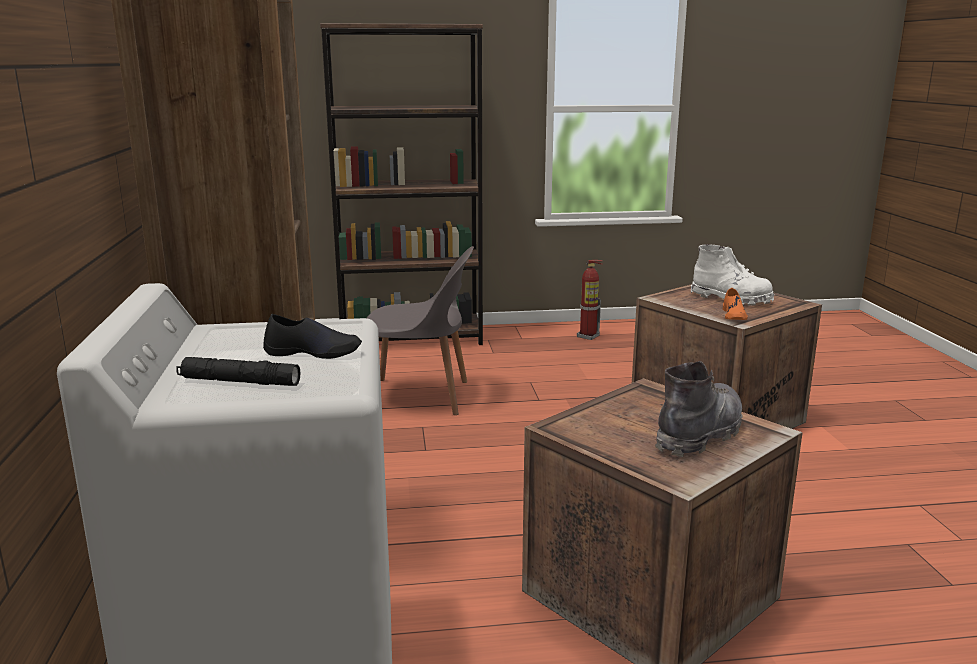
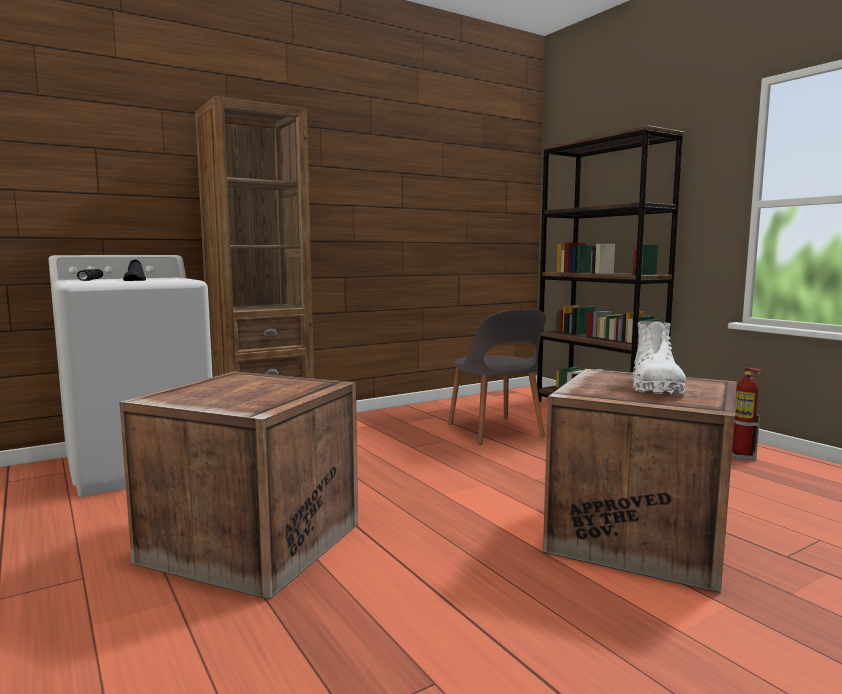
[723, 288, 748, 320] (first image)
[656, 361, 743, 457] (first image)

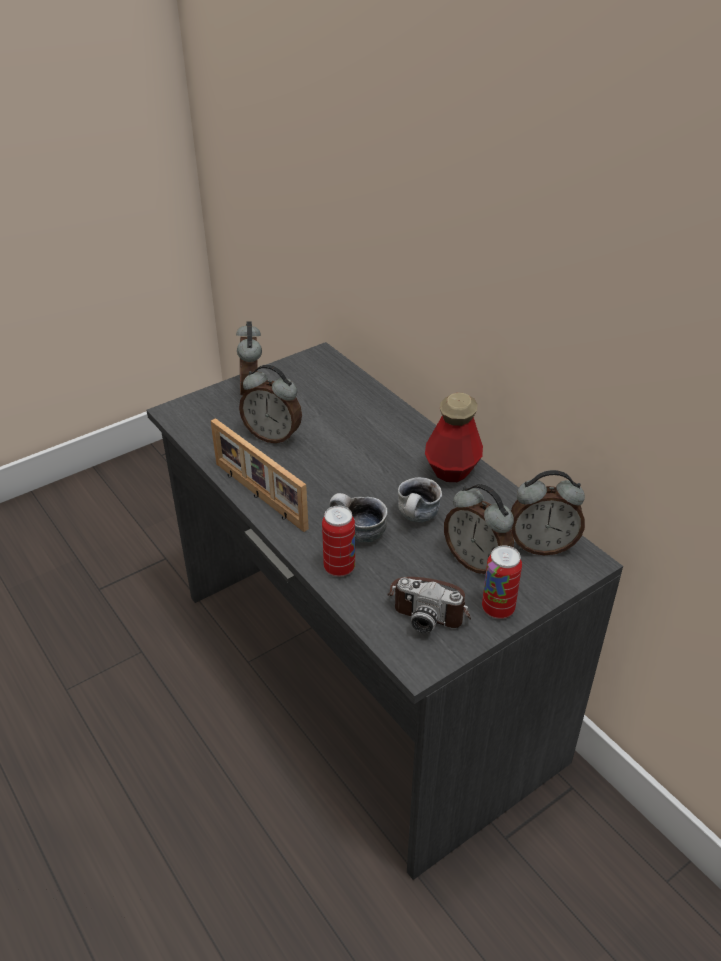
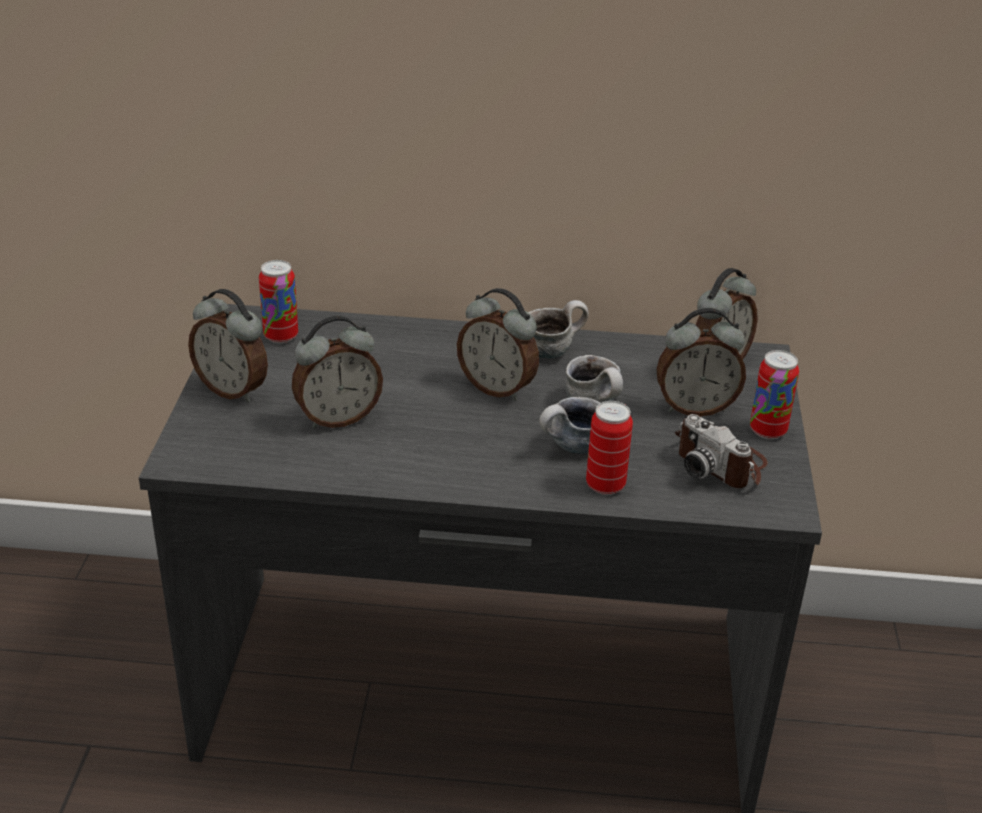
[528, 300, 589, 358]
[211, 418, 309, 532] (first image)
[675, 414, 768, 488]
[259, 260, 298, 344]
[457, 288, 539, 401]

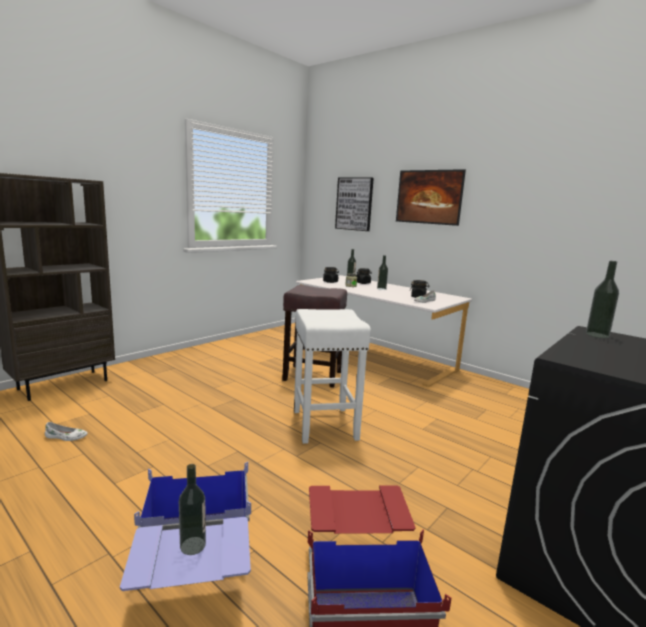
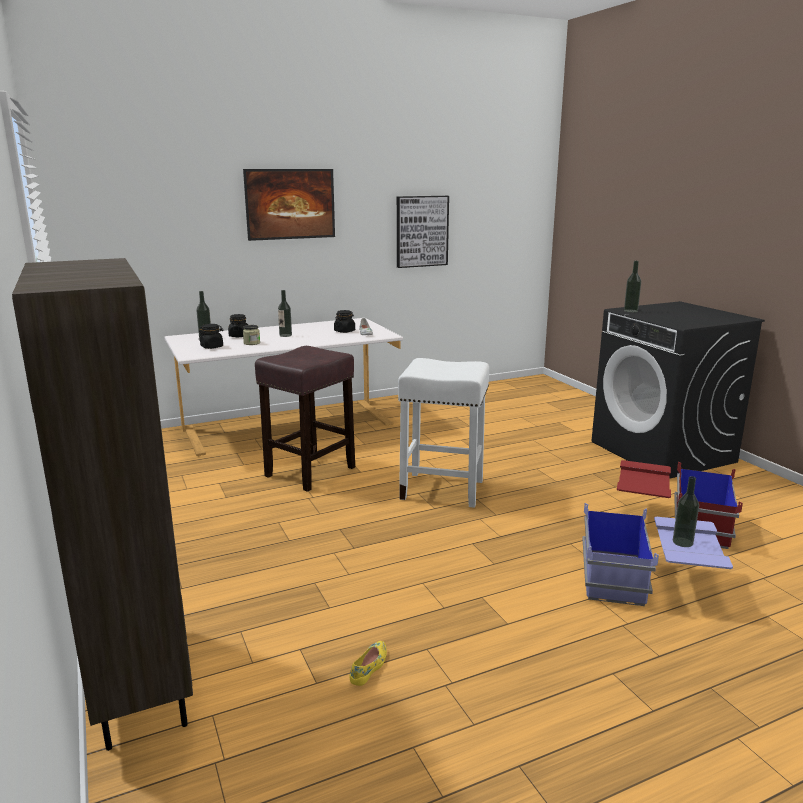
[397, 196, 449, 268]
[350, 641, 387, 686]

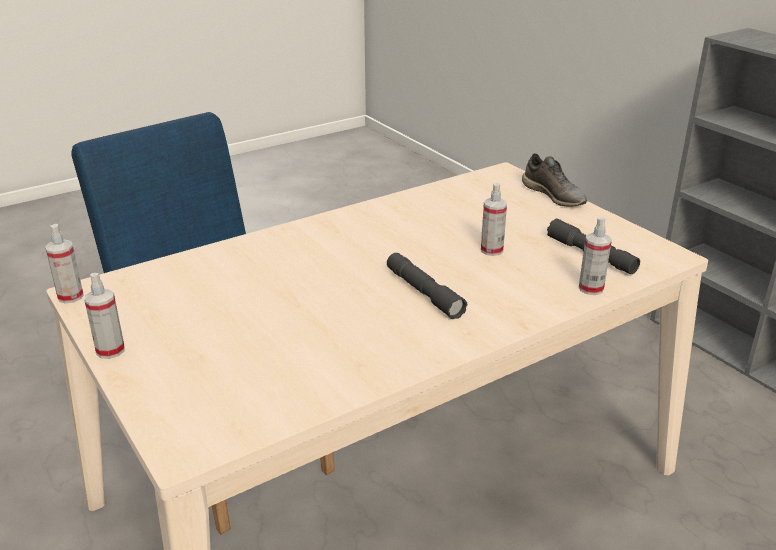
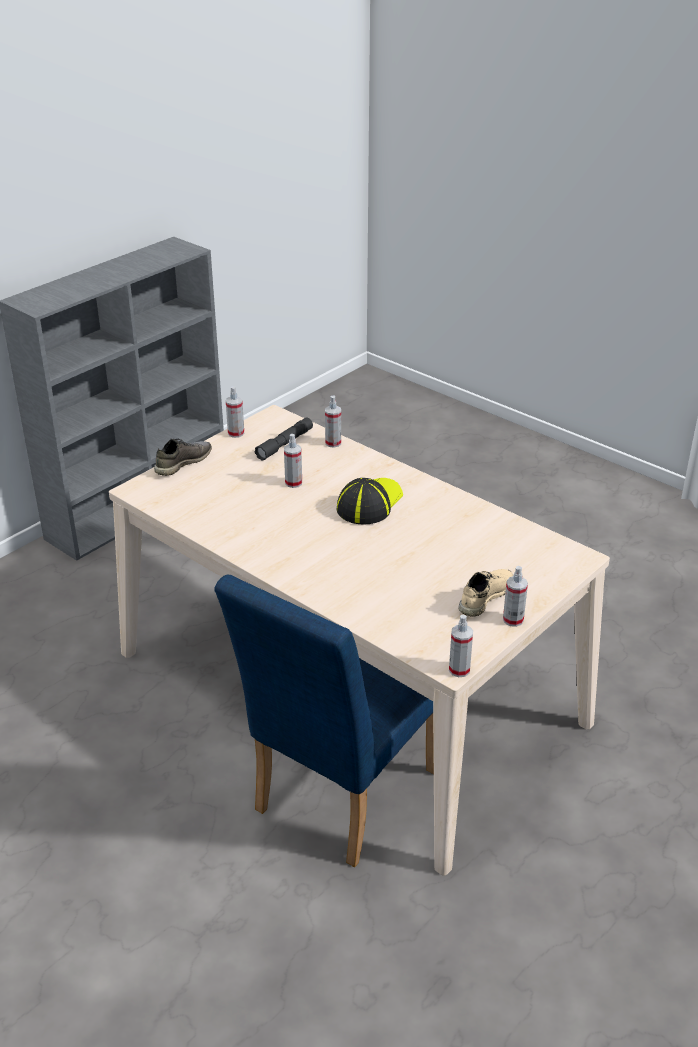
[337, 478, 403, 524]
[226, 386, 244, 438]
[459, 569, 513, 617]

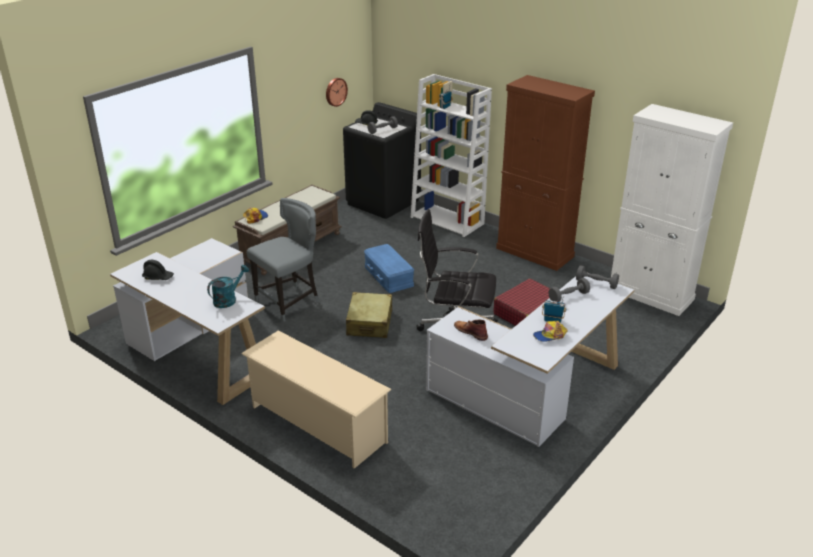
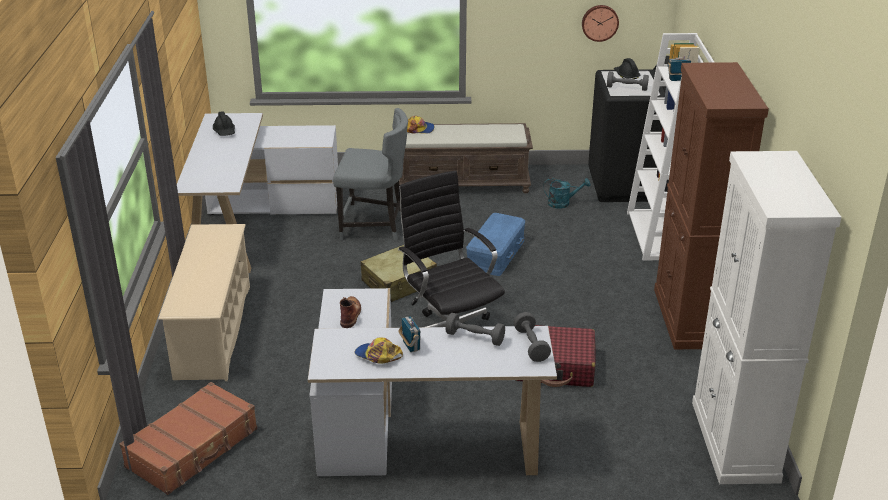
[543, 178, 591, 209]
[120, 382, 257, 495]

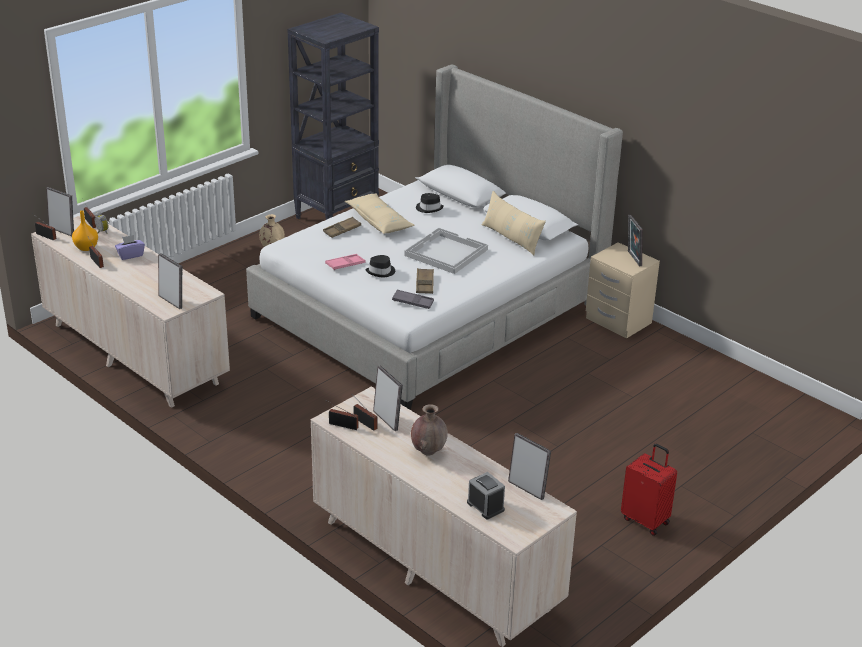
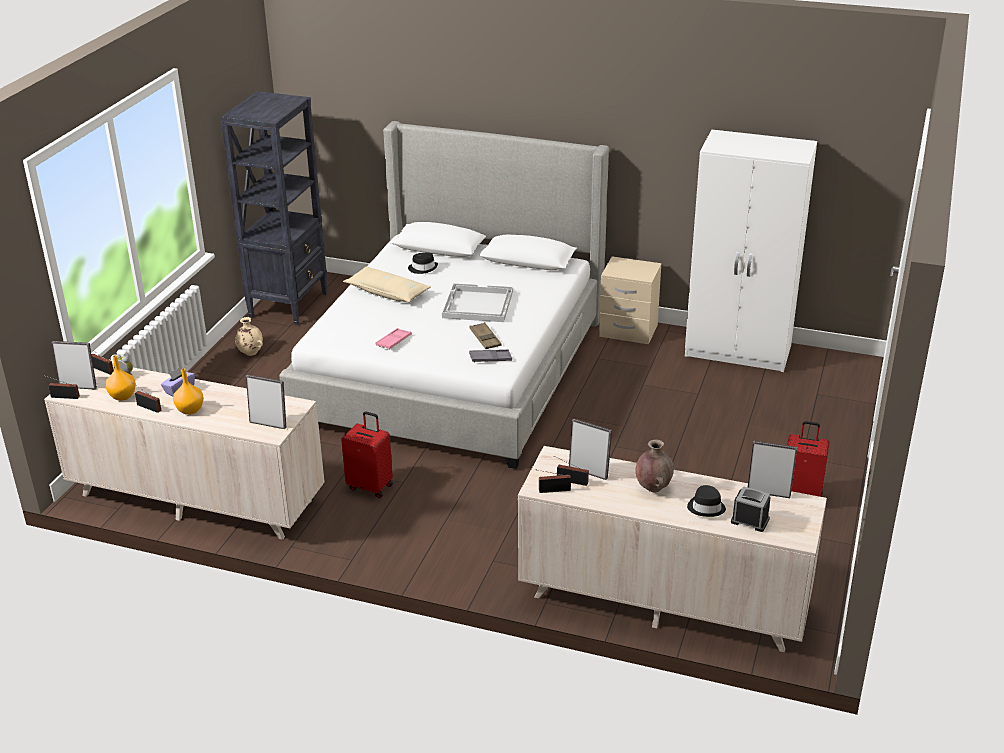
[482, 191, 546, 255] (first image)
[628, 215, 643, 267] (first image)
[323, 217, 361, 238] (first image)
[687, 485, 726, 517]
[685, 129, 817, 372]
[173, 369, 204, 415]
[341, 411, 393, 498]

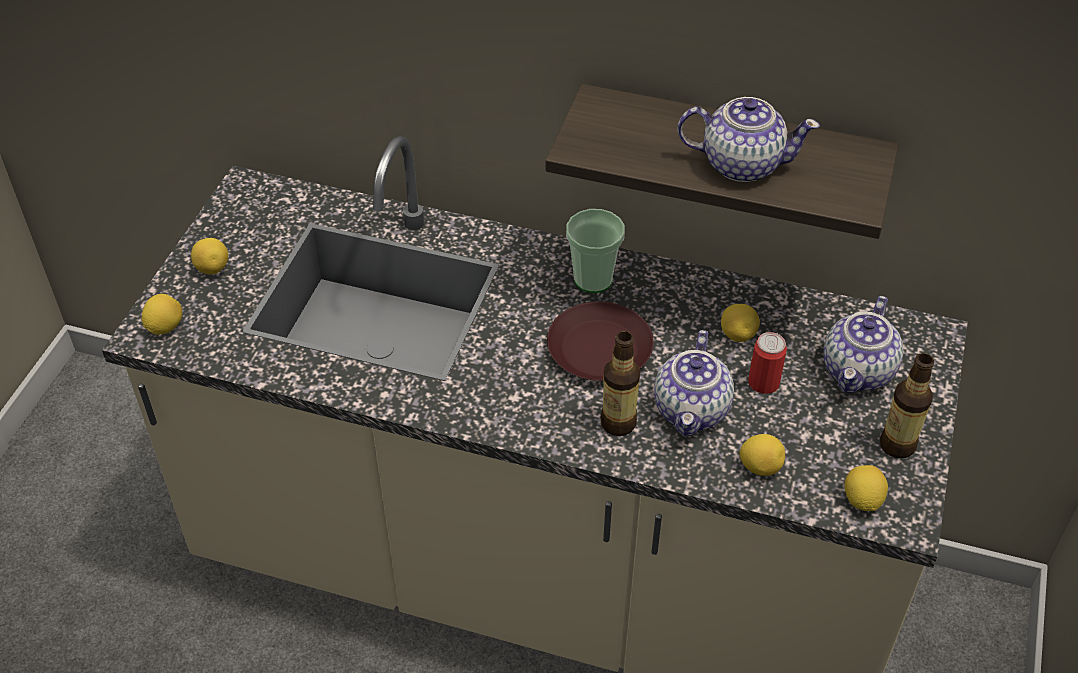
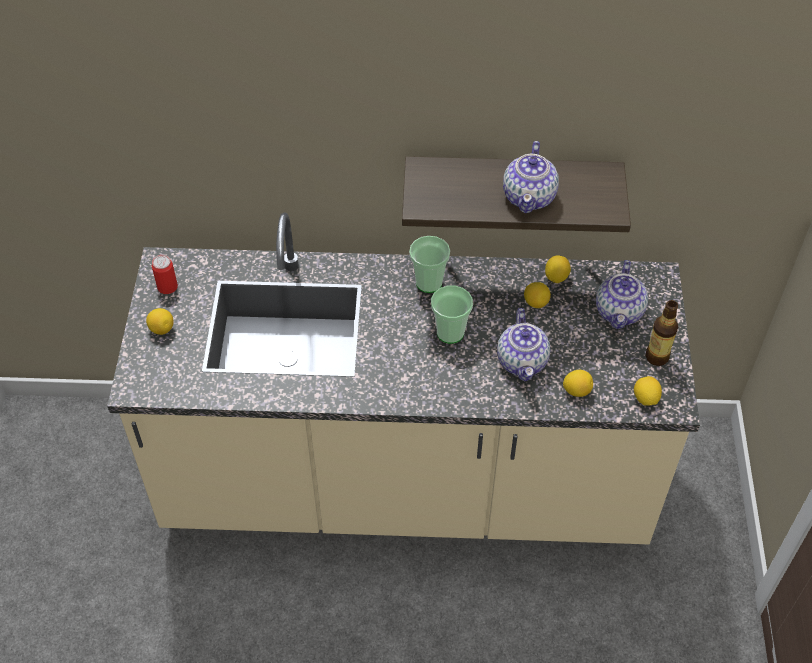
[503, 141, 559, 213]
[545, 255, 571, 283]
[431, 285, 473, 344]
[601, 331, 640, 436] (first image)
[152, 255, 178, 294]

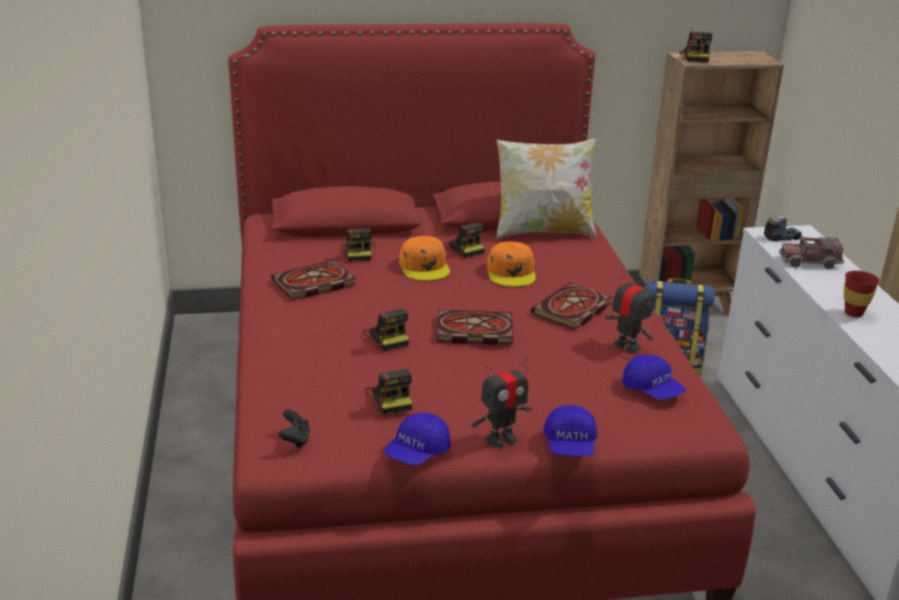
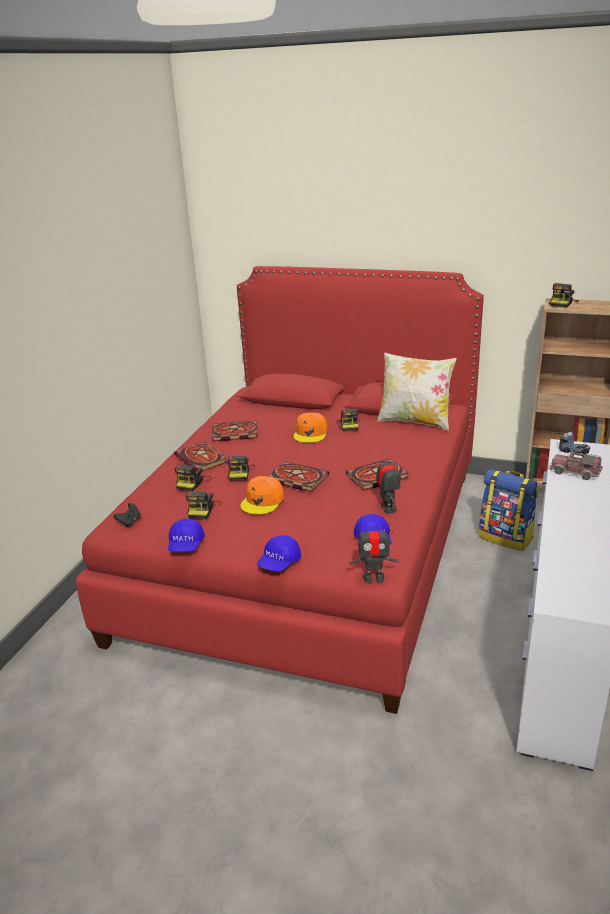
[175, 465, 211, 492]
[241, 476, 284, 515]
[844, 270, 880, 317] (first image)
[349, 523, 399, 584]
[168, 519, 205, 552]
[174, 441, 227, 471]

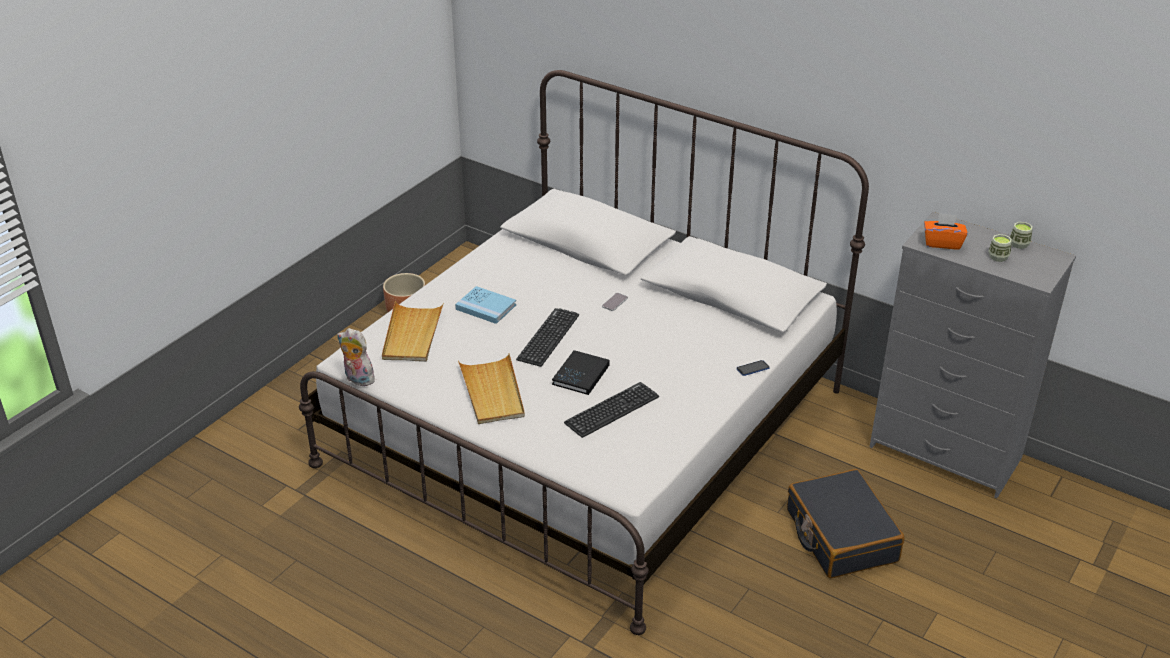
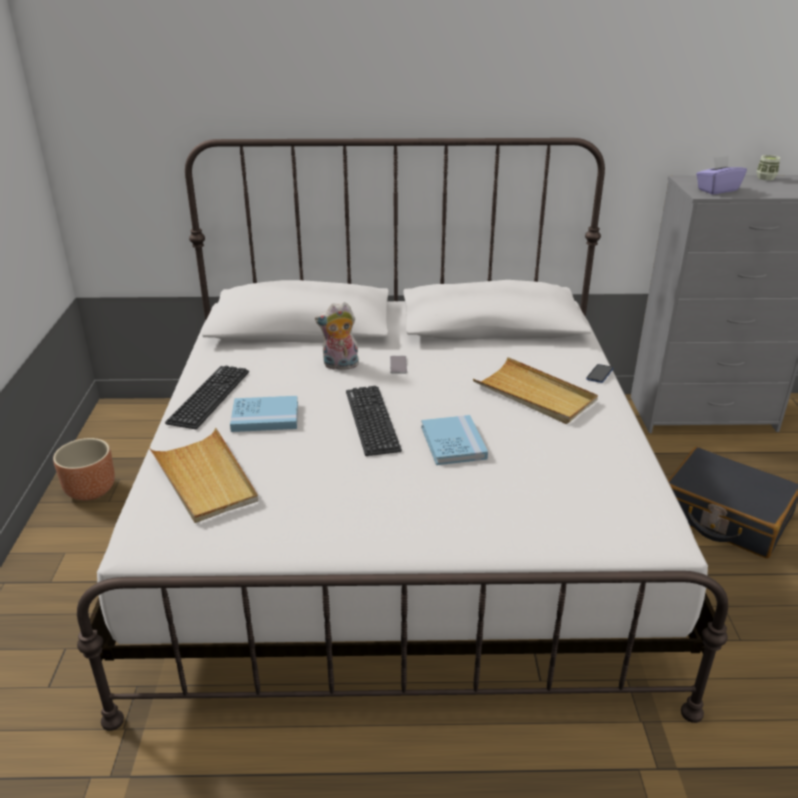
[696, 155, 747, 194]
[988, 234, 1012, 262] (first image)
[315, 302, 359, 370]
[421, 415, 488, 465]
[473, 357, 598, 424]
[165, 366, 249, 429]

